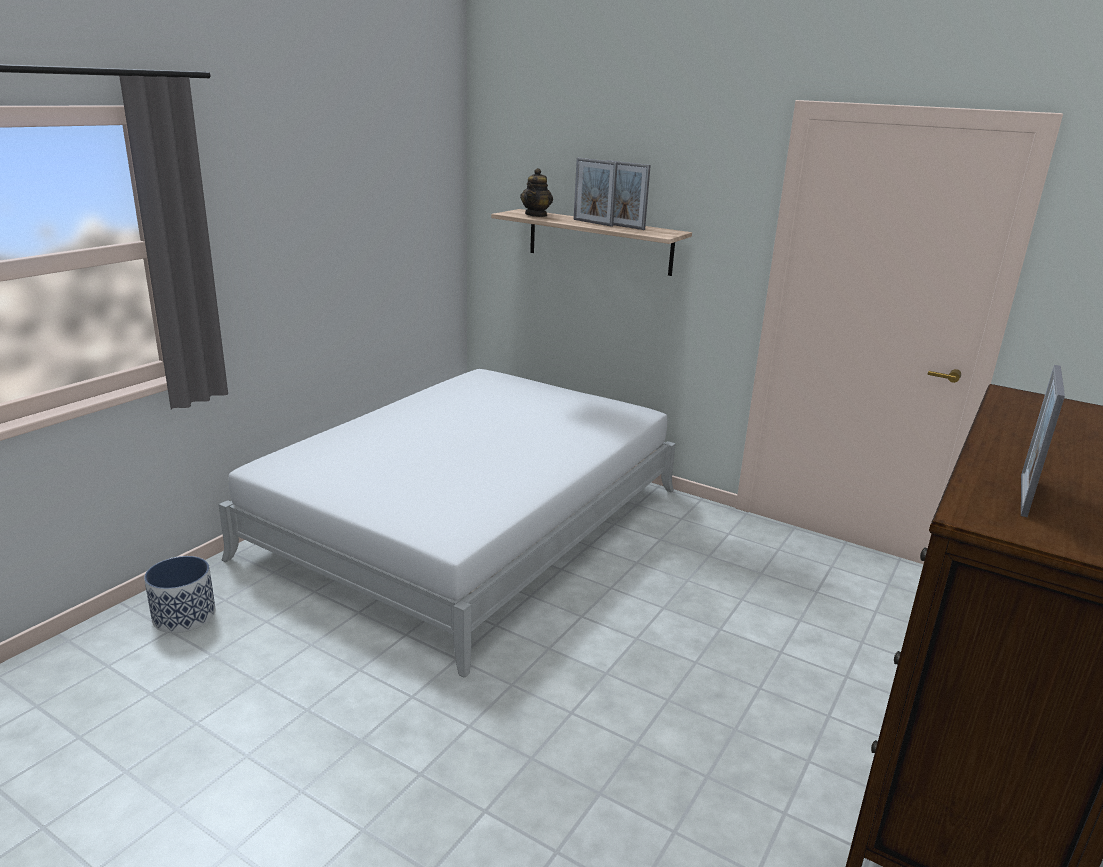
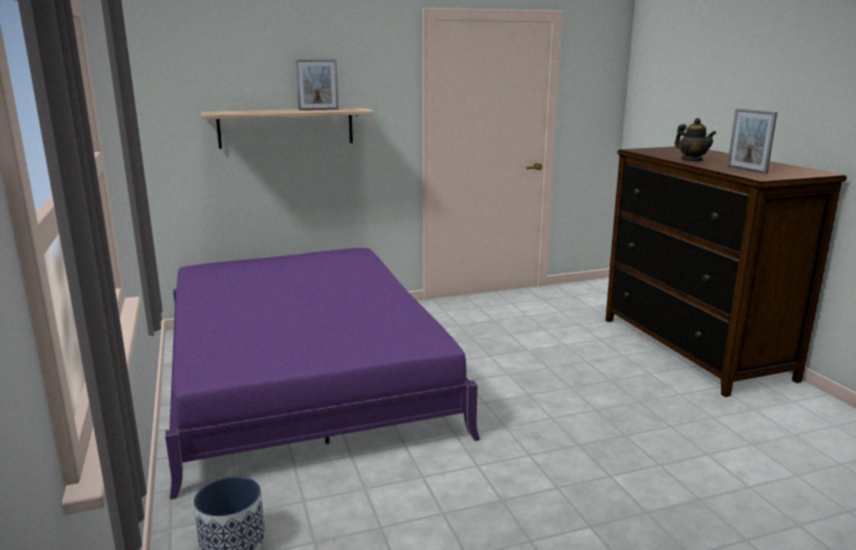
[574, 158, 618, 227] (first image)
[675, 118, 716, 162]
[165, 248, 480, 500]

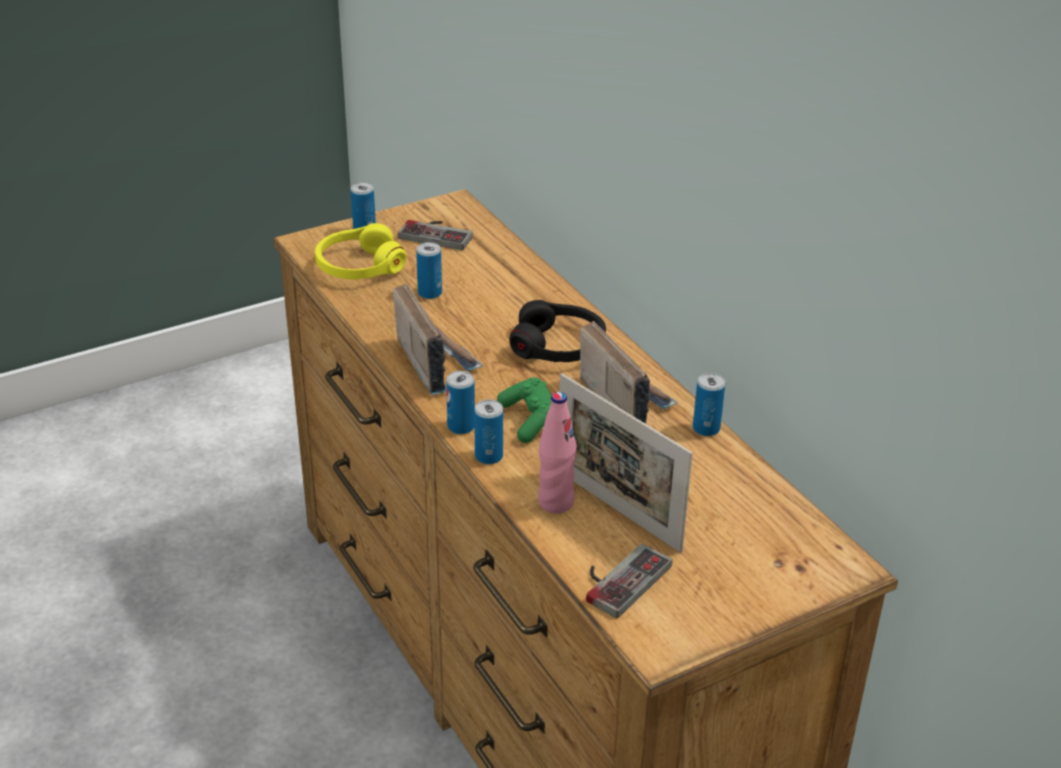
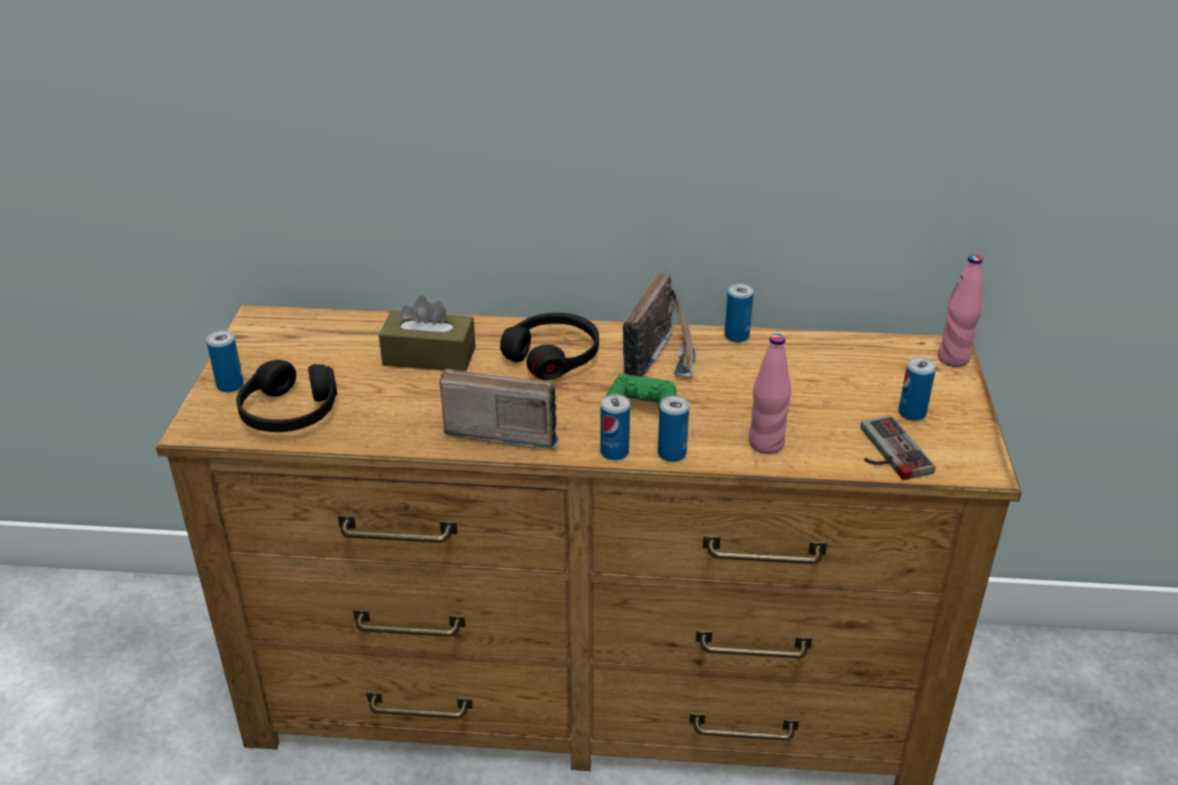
[398, 220, 473, 250] (first image)
[236, 360, 337, 432]
[898, 357, 936, 421]
[623, 273, 696, 377]
[560, 373, 693, 552] (first image)
[938, 255, 983, 367]
[379, 296, 476, 371]

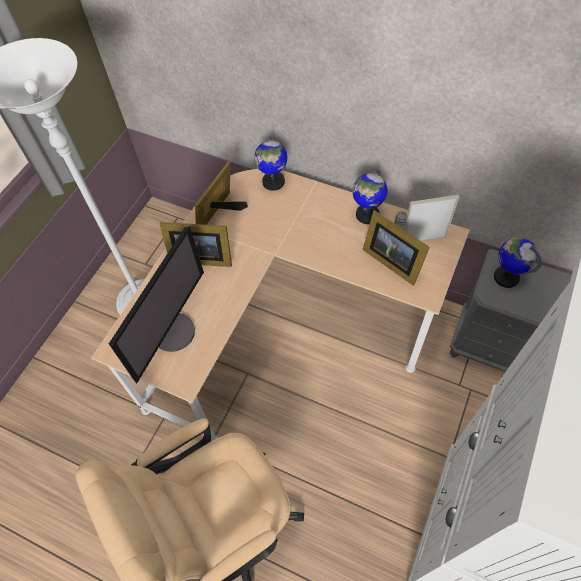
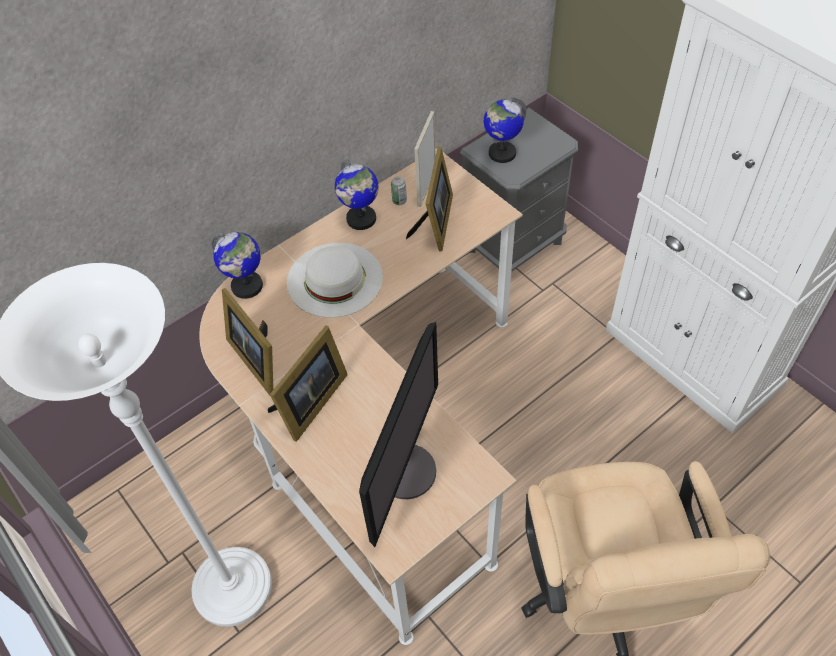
[406, 146, 453, 251]
[359, 322, 438, 547]
[287, 243, 383, 318]

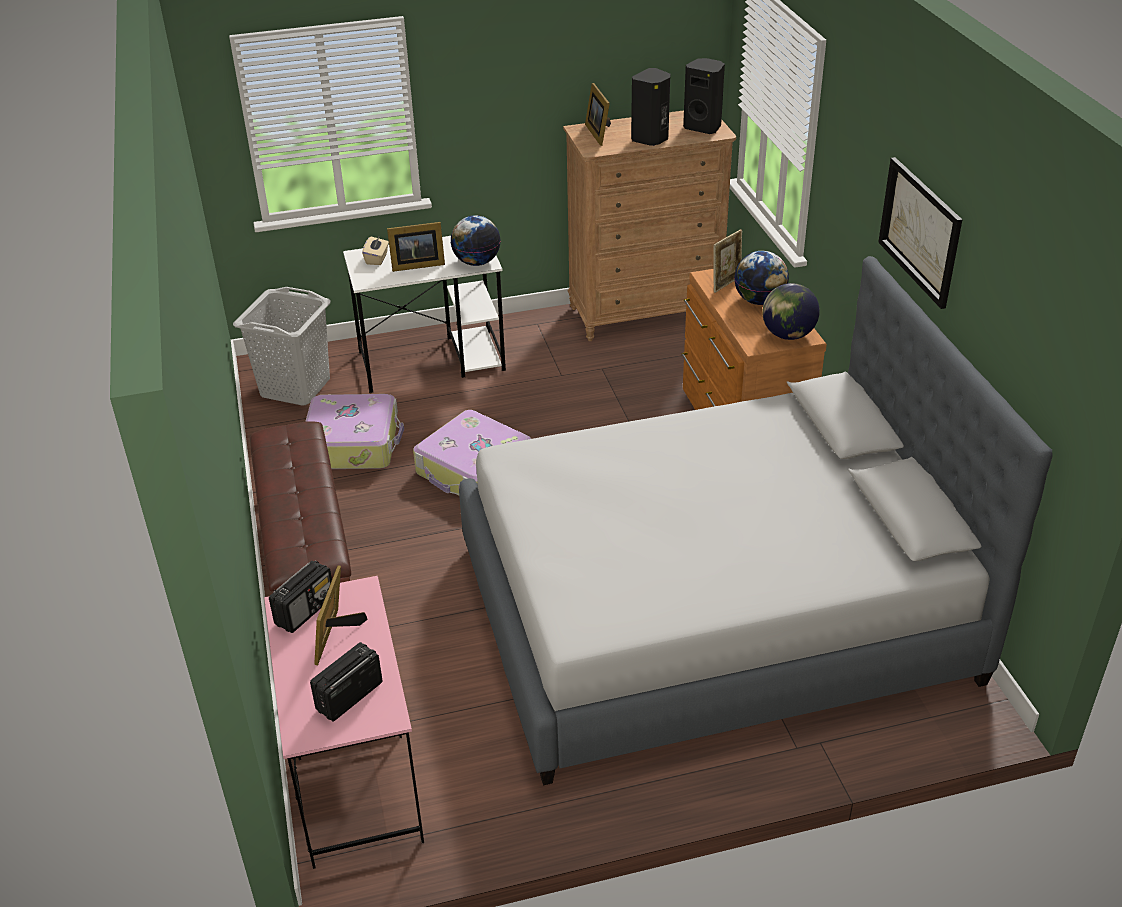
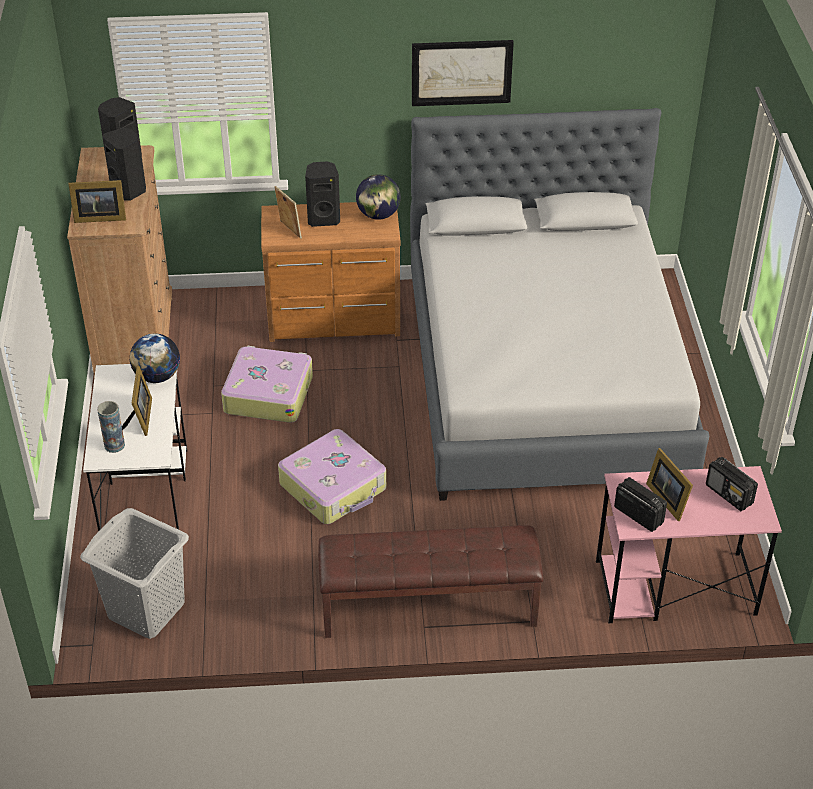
[97, 401, 125, 453]
[305, 161, 340, 227]
[221, 346, 313, 423]
[646, 448, 693, 521]

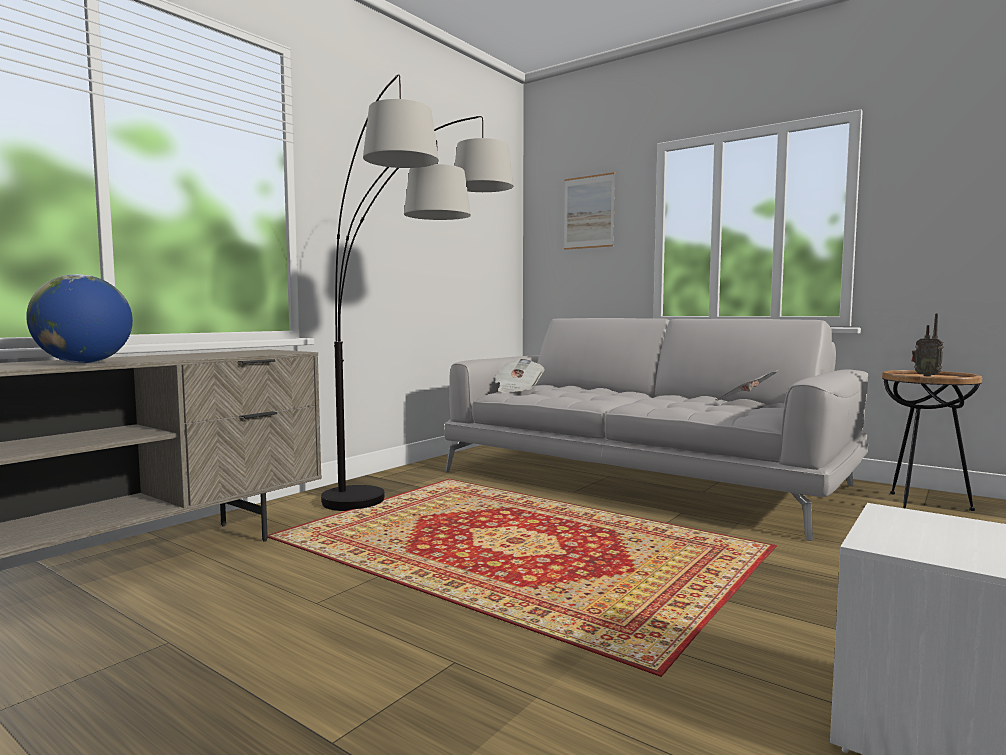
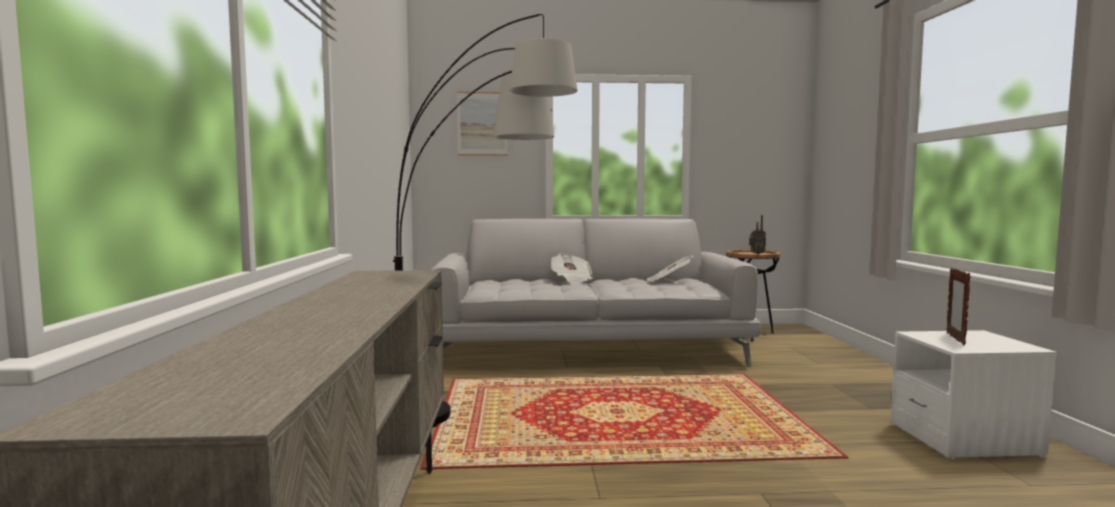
[26, 274, 133, 363] (first image)
[551, 253, 593, 284]
[946, 268, 971, 345]

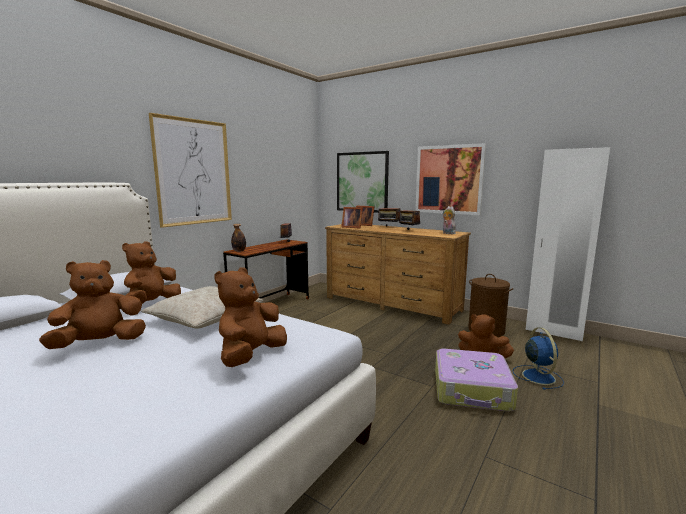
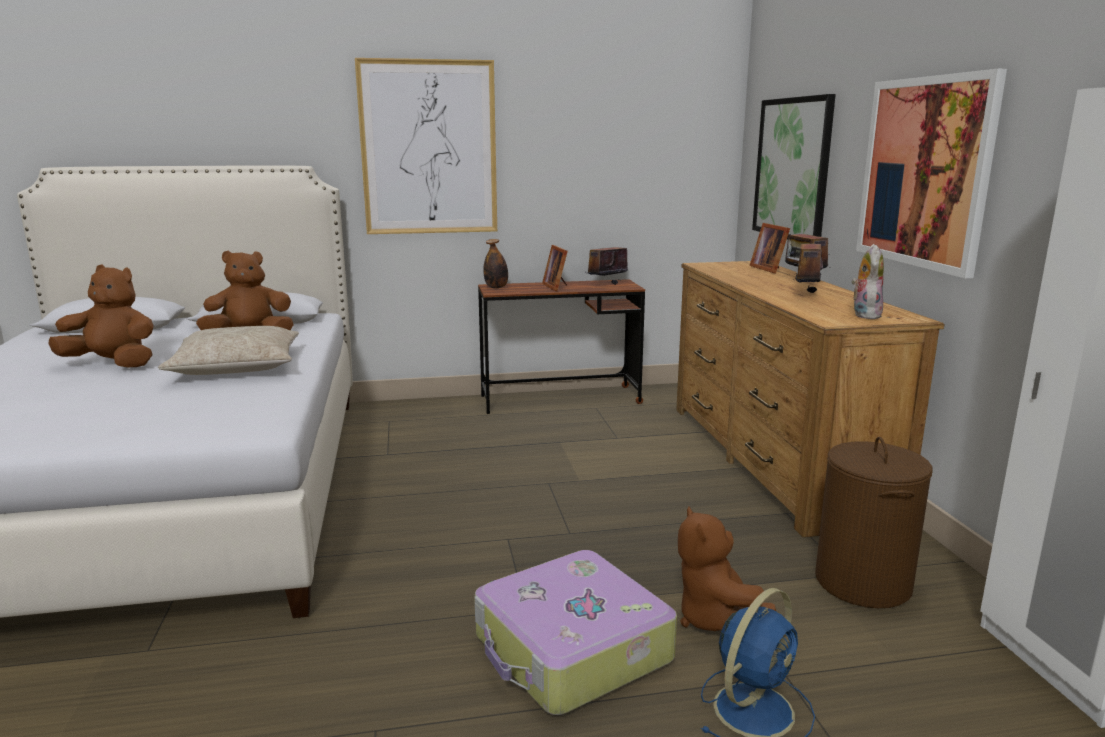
[542, 245, 568, 291]
[214, 267, 287, 367] (first image)

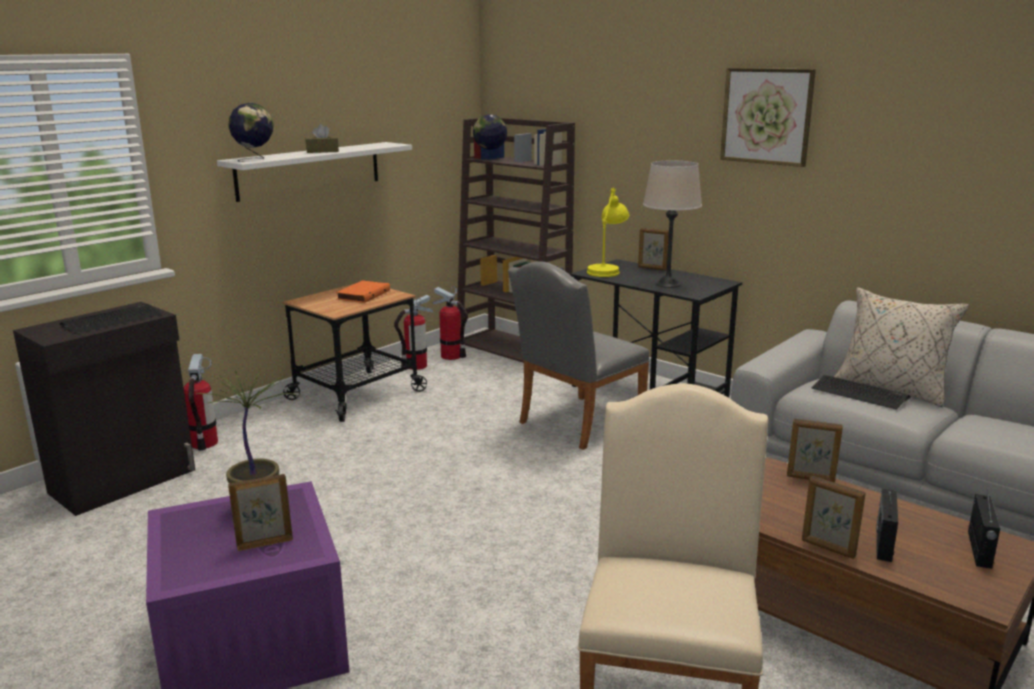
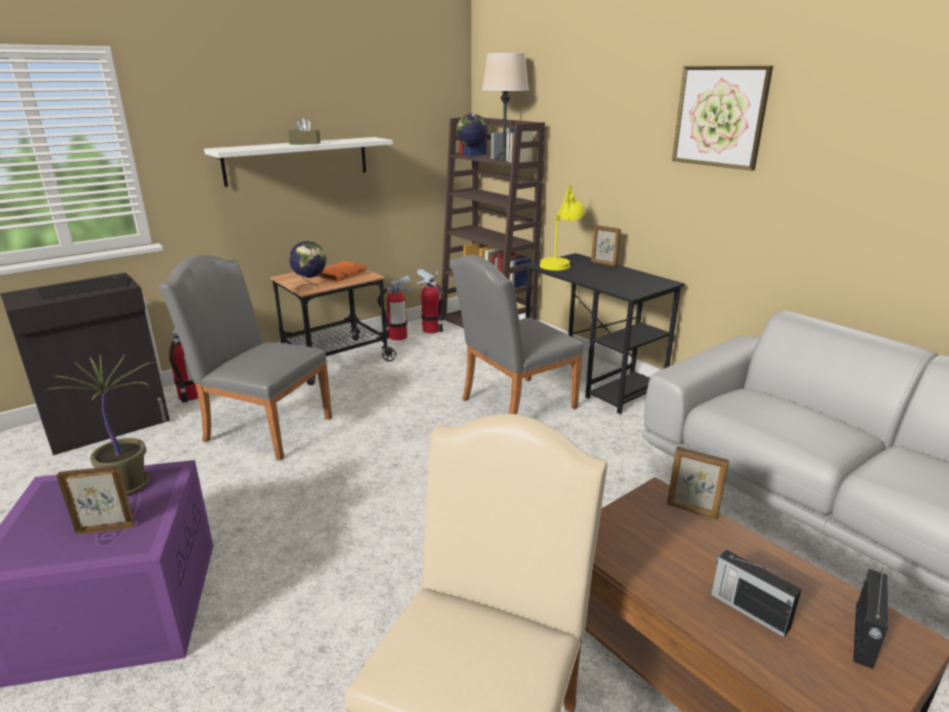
[289, 241, 327, 291]
[482, 53, 529, 160]
[834, 287, 969, 408] (first image)
[811, 375, 911, 410] (first image)
[802, 476, 866, 559] (first image)
[711, 550, 802, 637]
[158, 255, 332, 461]

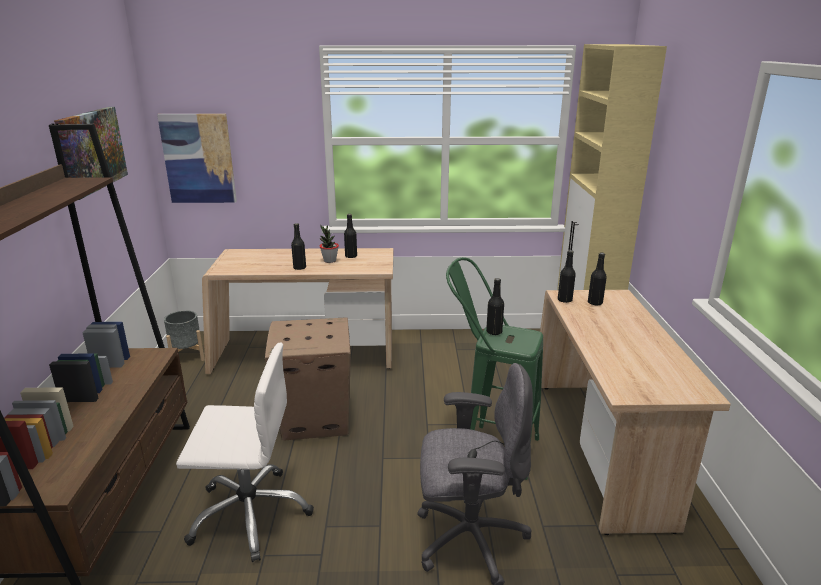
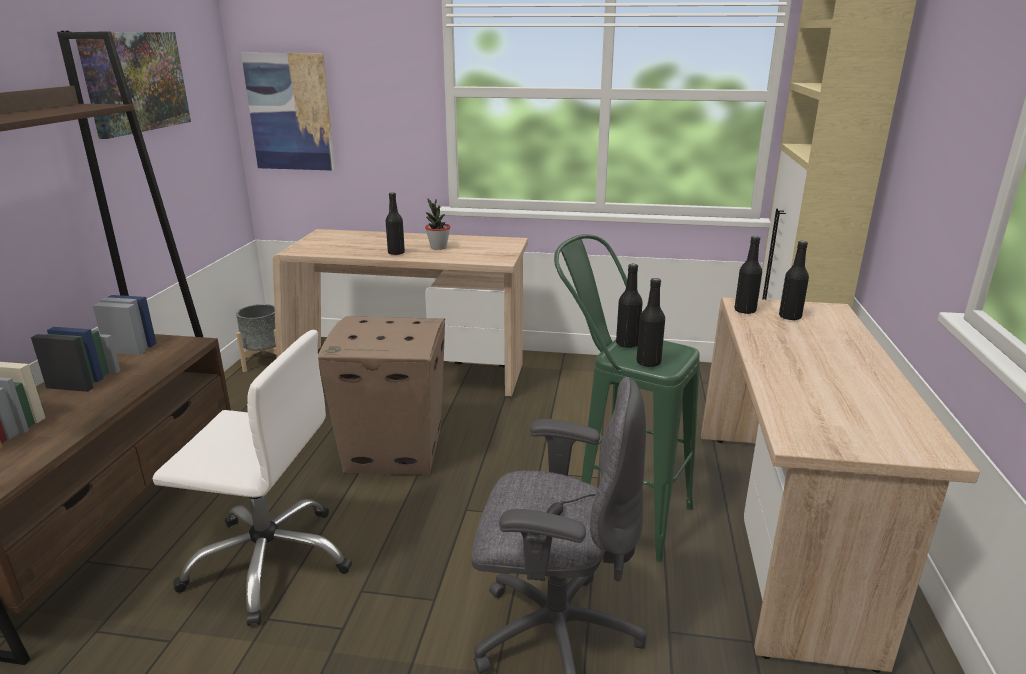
[636, 278, 665, 367]

